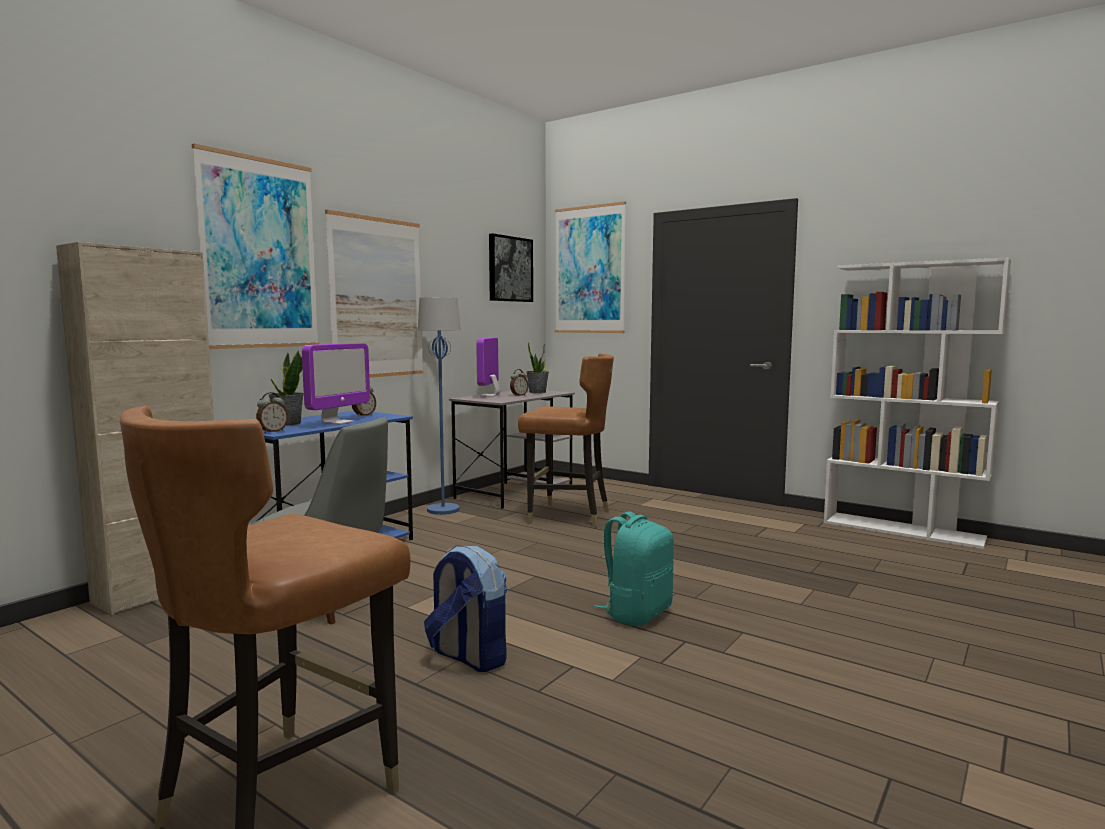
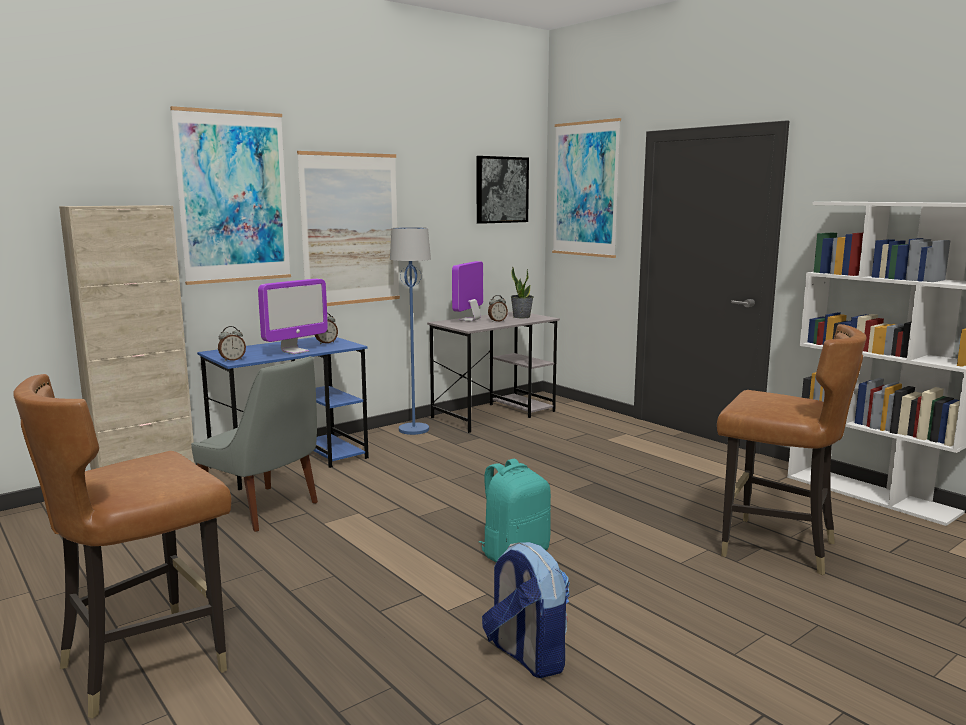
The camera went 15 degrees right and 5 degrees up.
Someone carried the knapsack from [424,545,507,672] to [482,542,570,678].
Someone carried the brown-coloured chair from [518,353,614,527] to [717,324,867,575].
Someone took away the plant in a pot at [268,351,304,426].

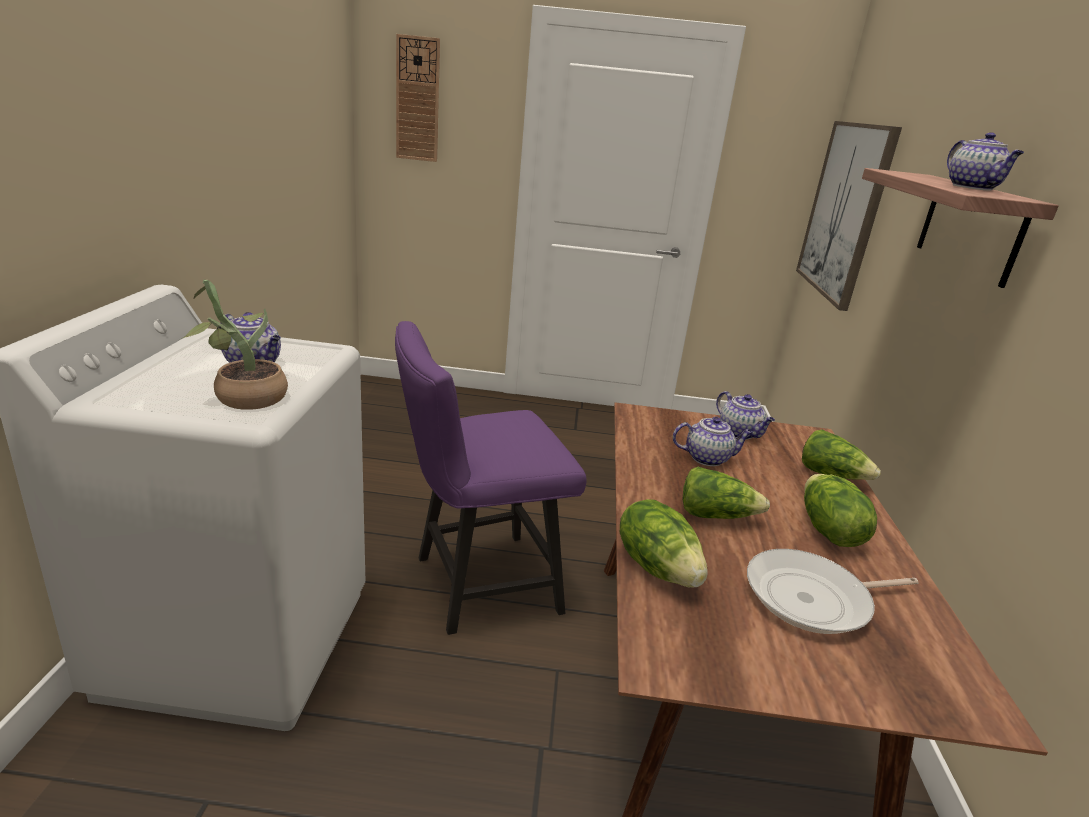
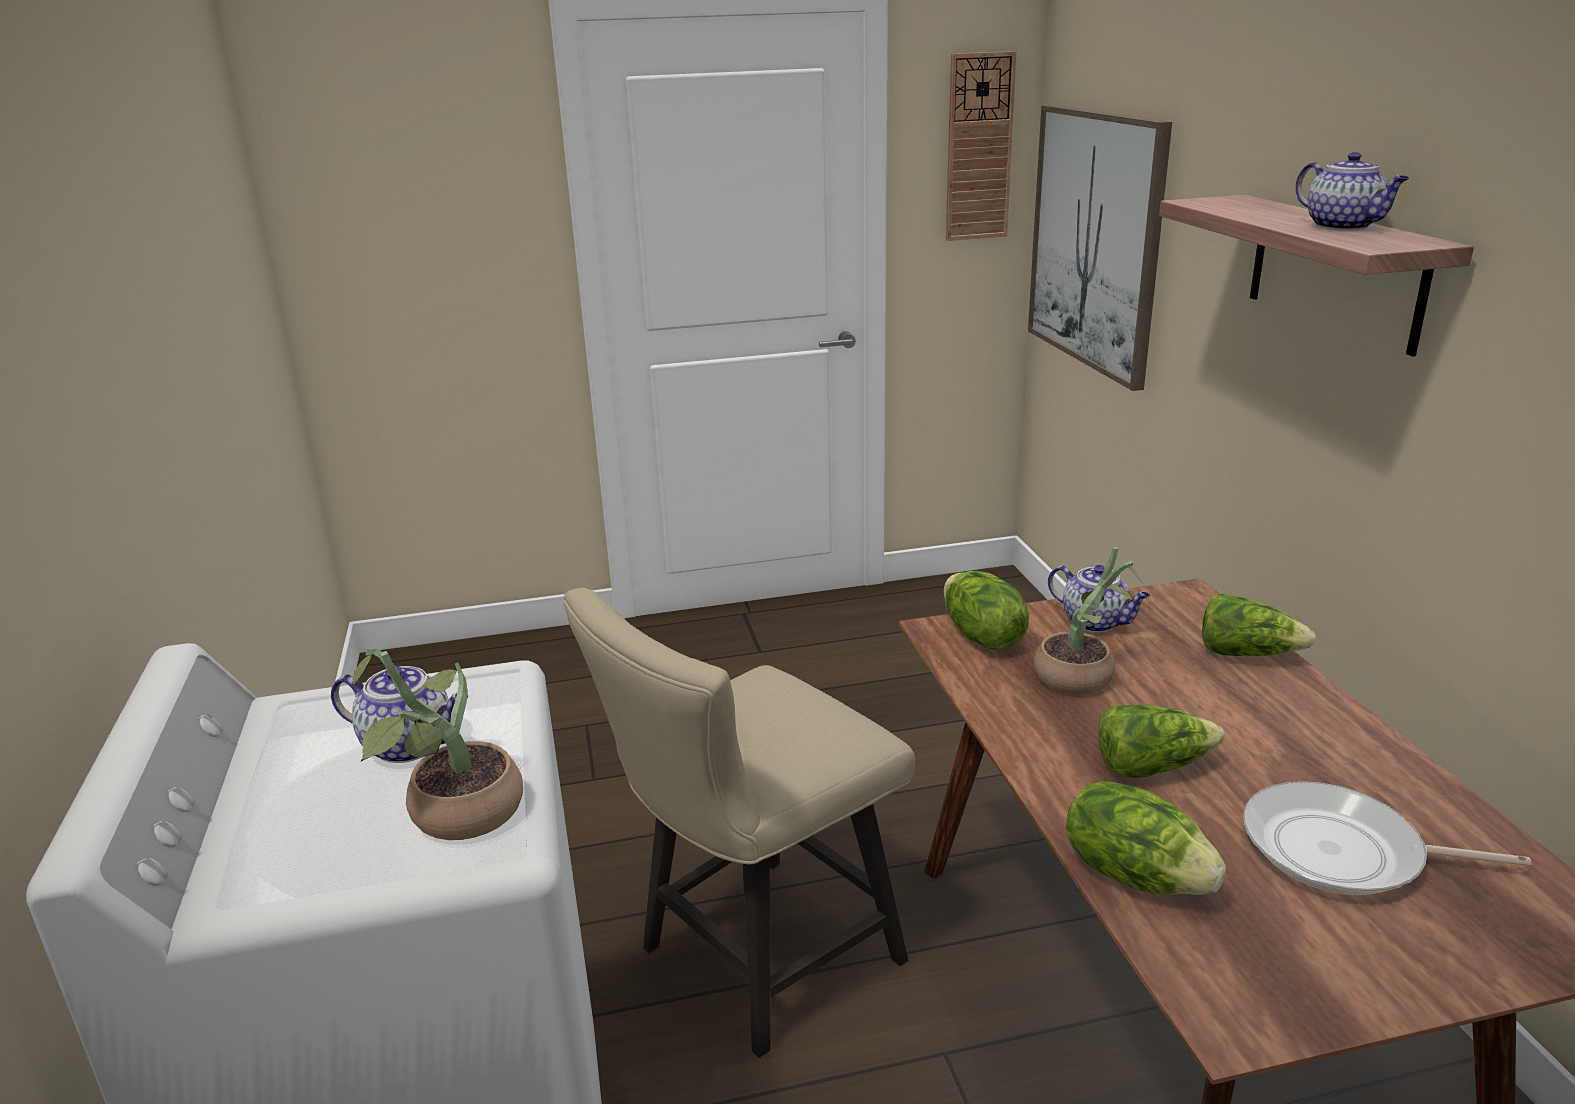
The camera went 15 degrees left and 0 degrees up.
Someone repainted the purple chair at [395,321,587,635], which became the beige-coloured chair at [563,588,915,1058].
Someone carried the head of lettuce from [804,474,877,547] to [944,571,1029,650].
Someone carried the wall clock from [396,34,440,162] to [946,51,1017,241].
Someone swapped the teapot at [673,417,753,466] for the plant in a pot at [1034,547,1144,695].
Someone rotated the frying pan at [747,549,919,634] by 45 degrees clockwise.

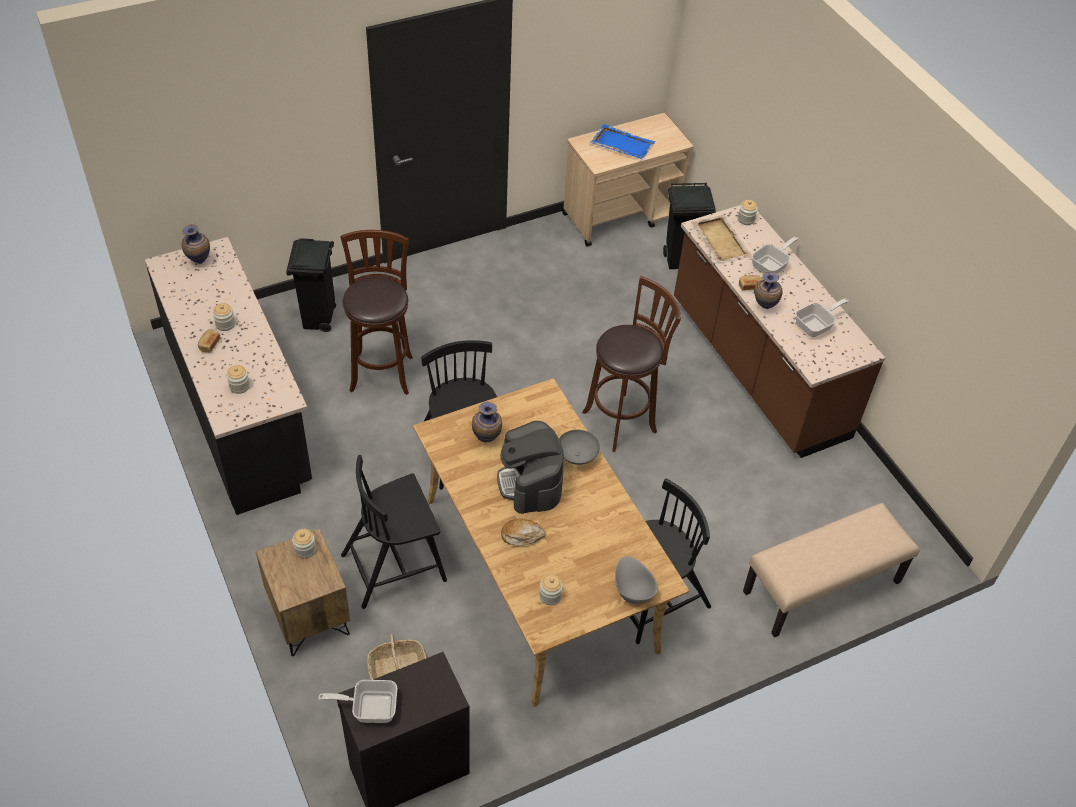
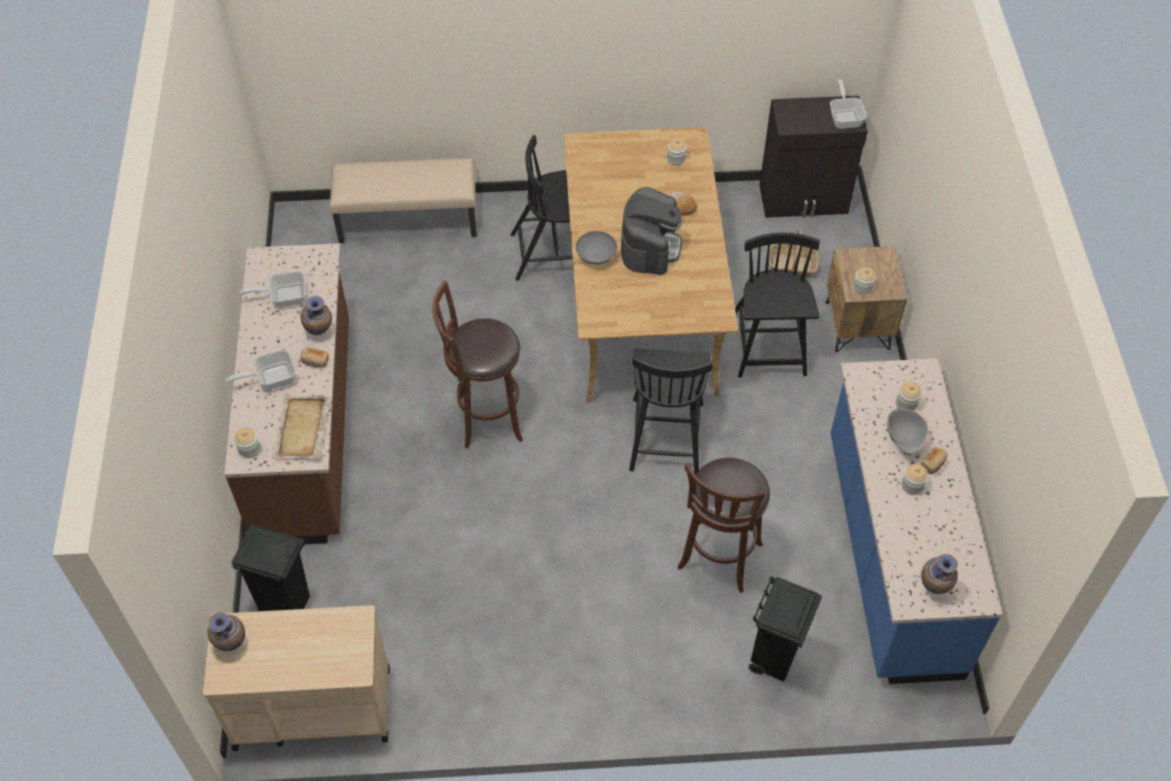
The camera went 155 degrees left and 5 degrees up.
Someone carried the flower vase from [472,401,502,443] to [207,612,245,651].
Someone rotated the blackish chair at [341,455,447,609] by 90 degrees counterclockwise.
Someone rotated the frying pan at [318,680,398,723] by 120 degrees counterclockwise.
Someone repainted the blackish kitchen base unit at [145,237,312,515], which became the blue kitchen base unit at [831,358,1003,684].
Someone carried the greyish serving bowl from [615,556,658,604] to [887,409,928,453].
Someone took away the blue tray at [590,124,655,159].

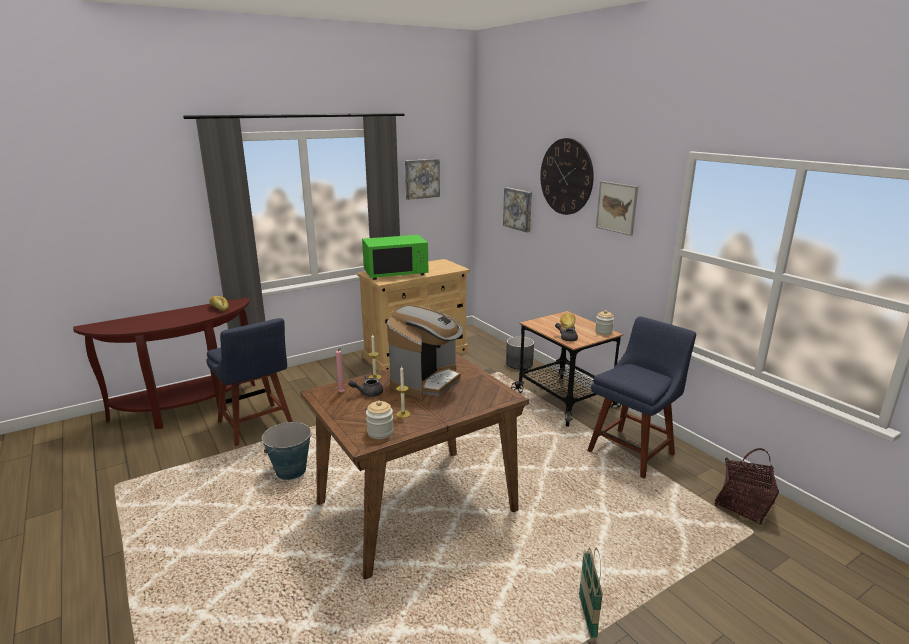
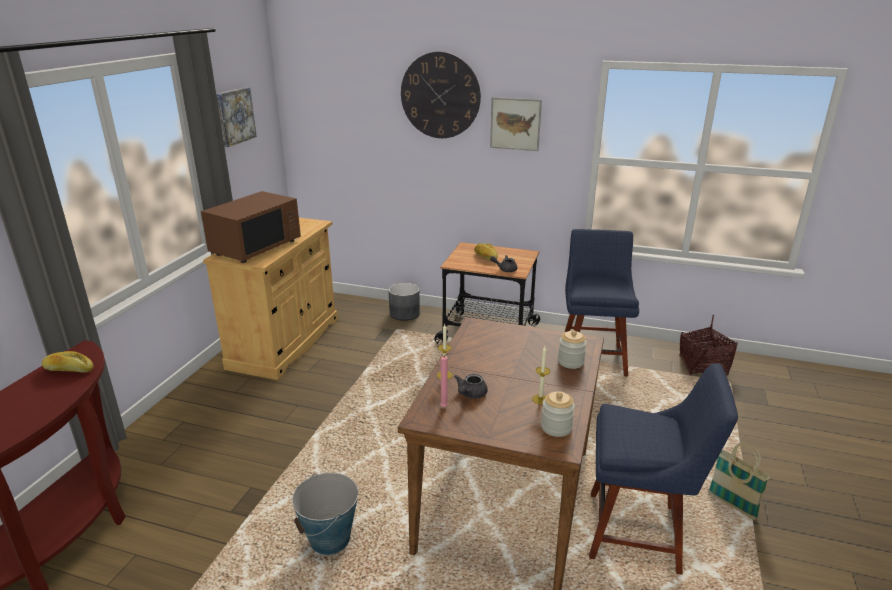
The camera went 40 degrees left and 5 degrees up.
Someone repainted the green-coloured microwave at [362,235,429,280], which became the brown-coloured microwave at [201,191,301,263].
Someone carried the preserve jar from [595,310,614,335] to [558,330,587,369].
Someone carried the blue chair from [206,318,293,446] to [589,363,738,575].
Someone took away the coffee brewer at [387,305,463,399].
Someone took away the wall art at [503,188,532,232].

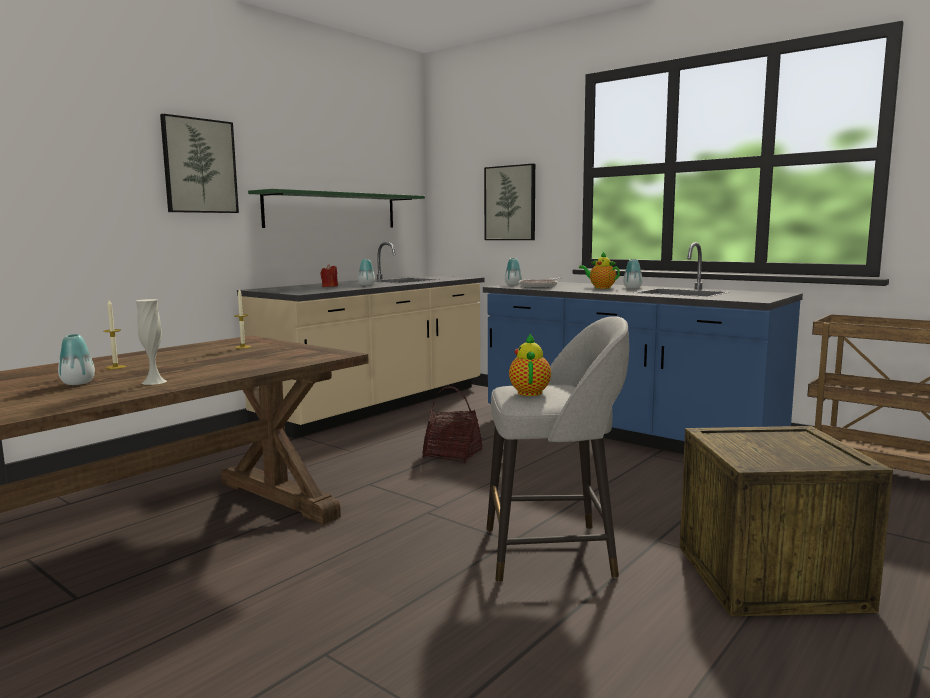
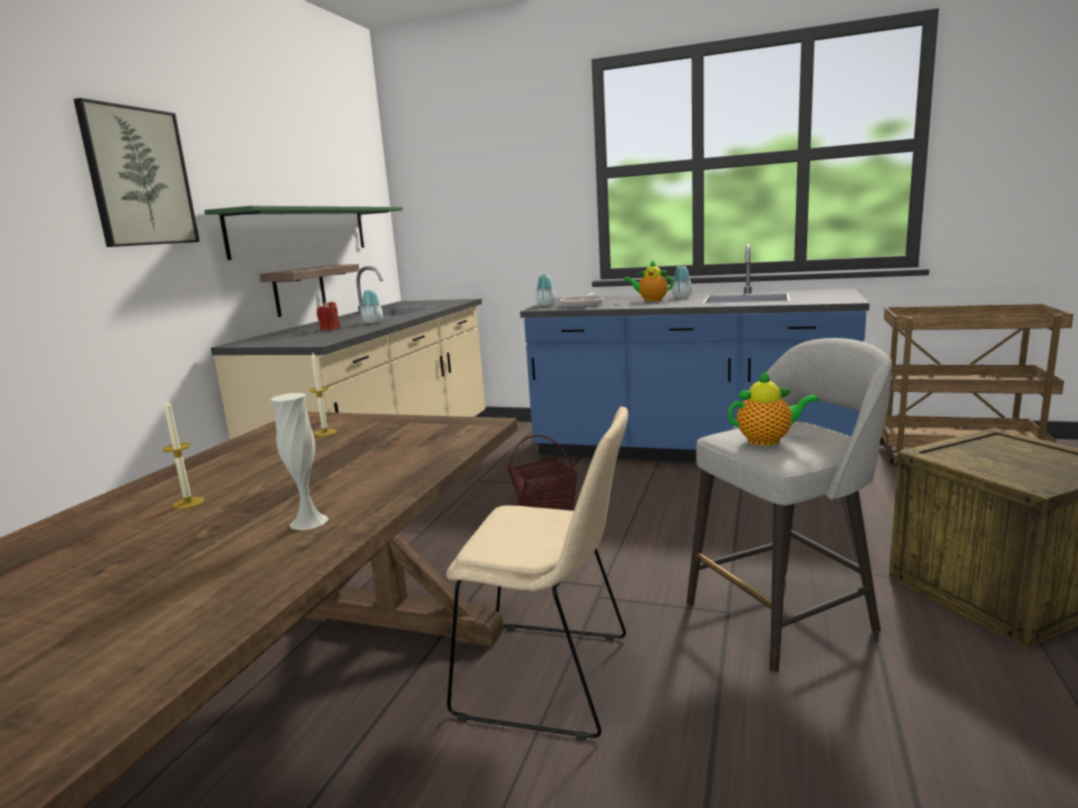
The camera went 20 degrees left and 5 degrees up.
Someone put up the shelf at [260,264,359,317].
Someone put down the beige-coloured chair at [446,407,628,741].
Someone rotated the teapot at [509,333,551,396] by 105 degrees clockwise.
Someone took away the flower vase at [58,334,95,385].
Someone took away the wall art at [484,164,535,240].

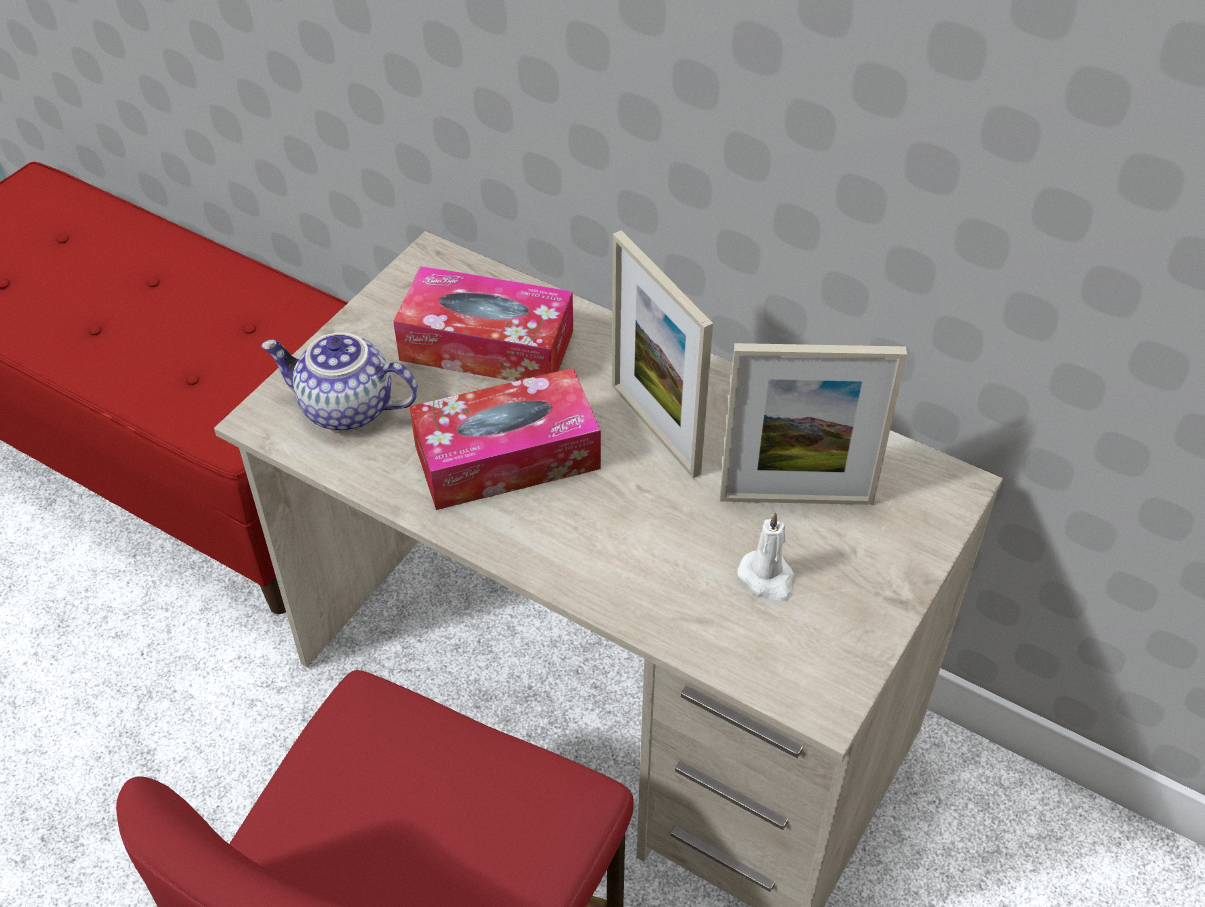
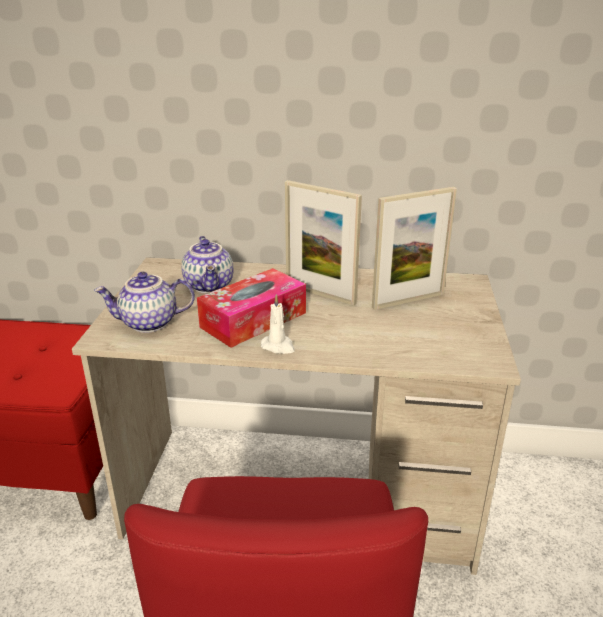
The camera went 25 degrees left and 20 degrees down.
Someone swapped the tissue box at [393,266,573,382] for the teapot at [181,236,233,293].
Someone carried the white-coloured wax candle from [737,512,794,602] to [261,294,295,354].

